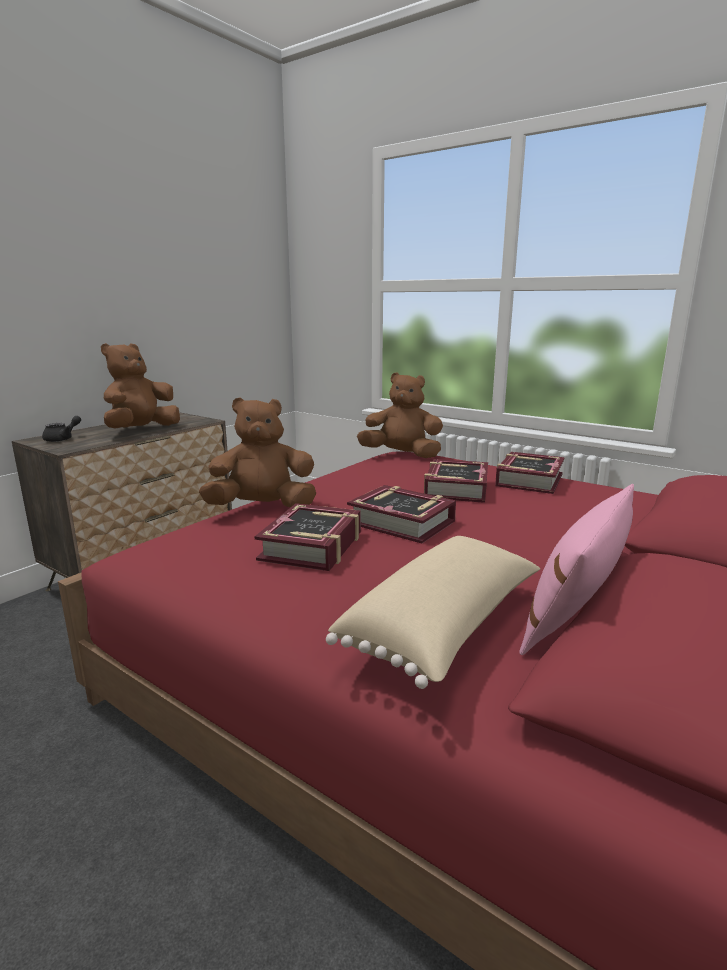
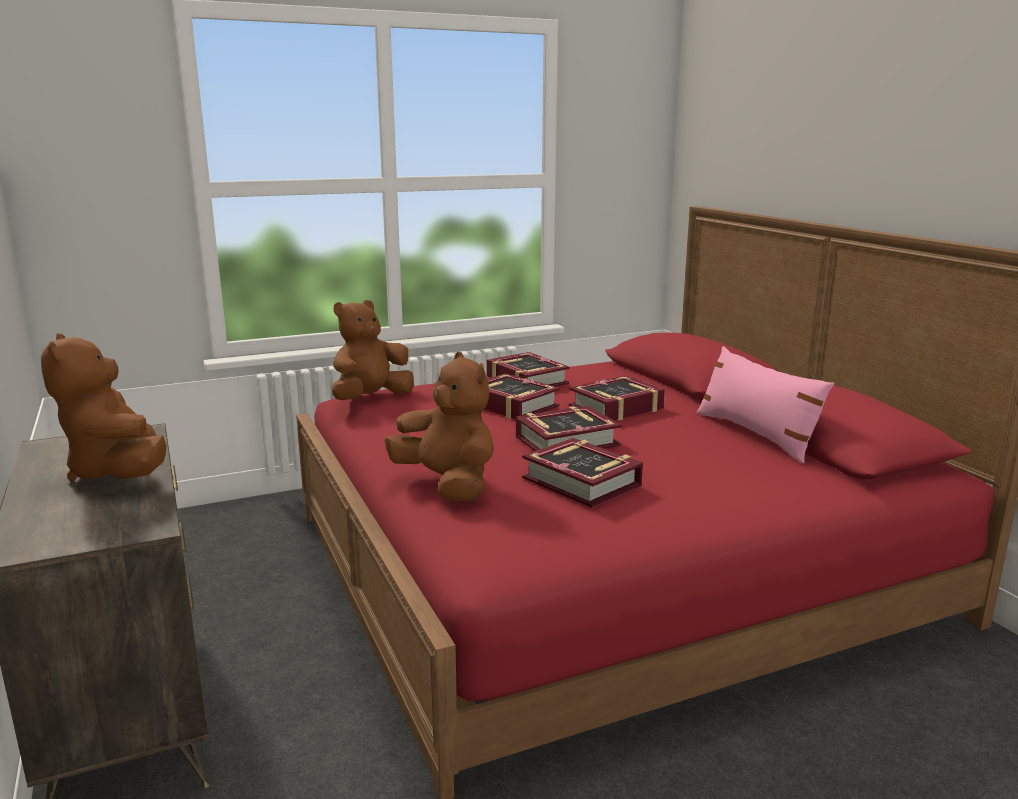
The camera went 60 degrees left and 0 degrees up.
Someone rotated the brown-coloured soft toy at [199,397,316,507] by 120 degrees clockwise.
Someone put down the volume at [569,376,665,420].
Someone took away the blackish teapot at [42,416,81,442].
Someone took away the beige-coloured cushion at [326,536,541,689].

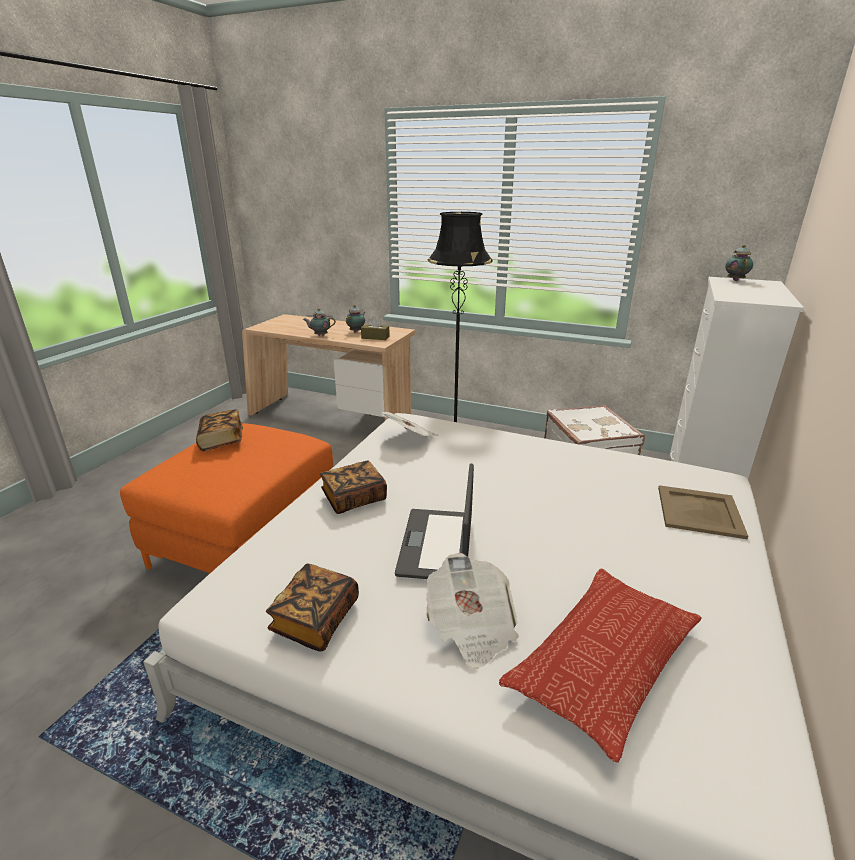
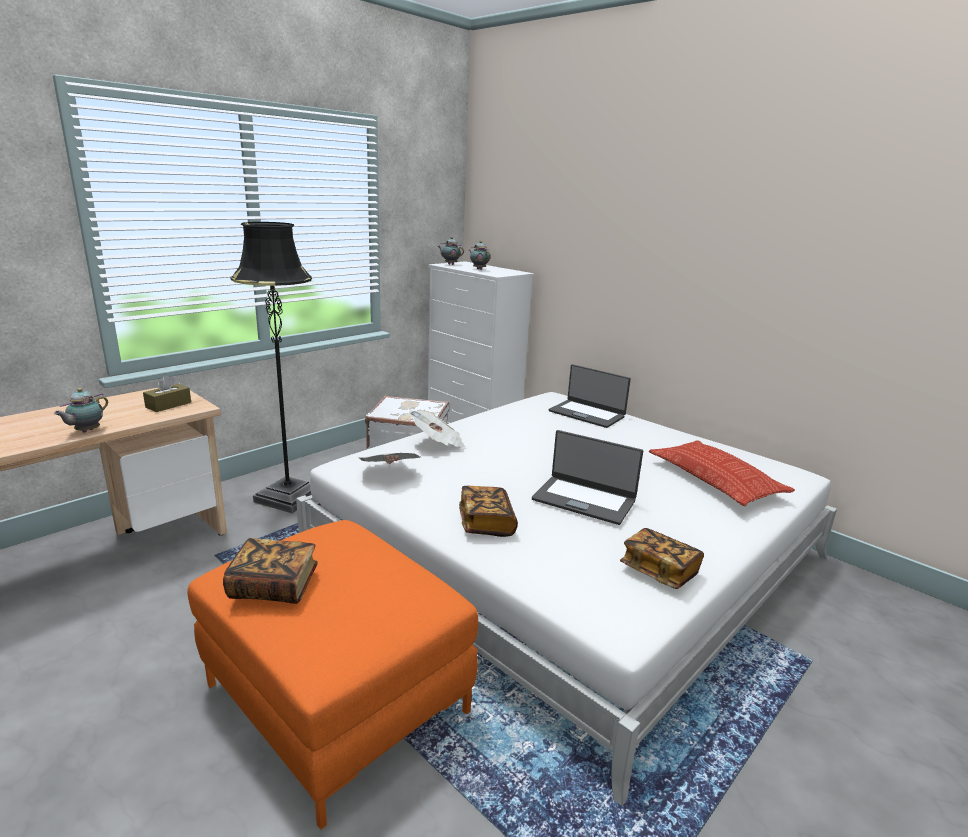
The camera went 70 degrees left and 5 degrees down.
Someone carried the daily paper from [426,553,519,669] to [409,411,467,449].
Someone carried the teapot from [346,305,366,332] to [469,241,491,270].
Someone swapped the beige-coloured tray at [658,485,748,539] for the portable computer at [549,364,631,428].

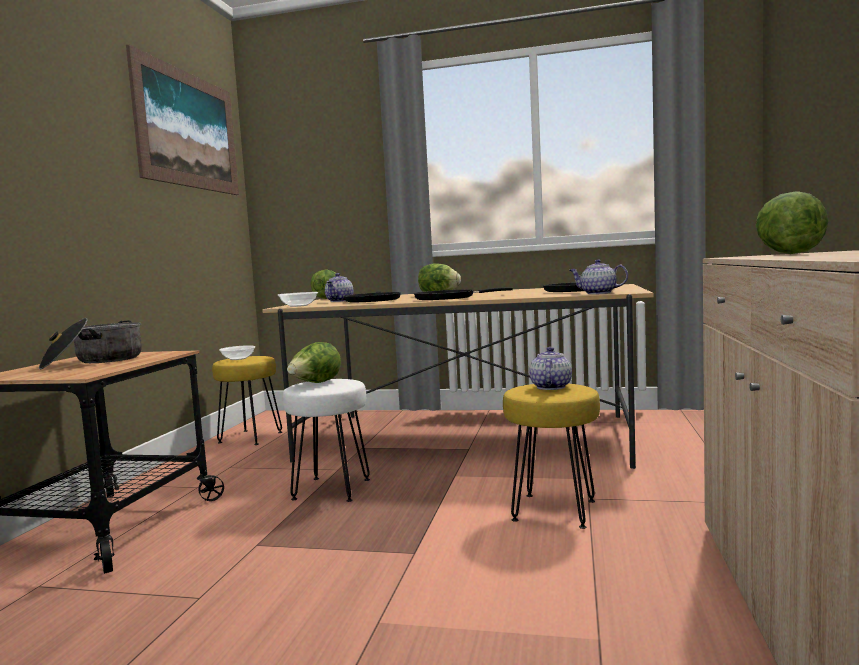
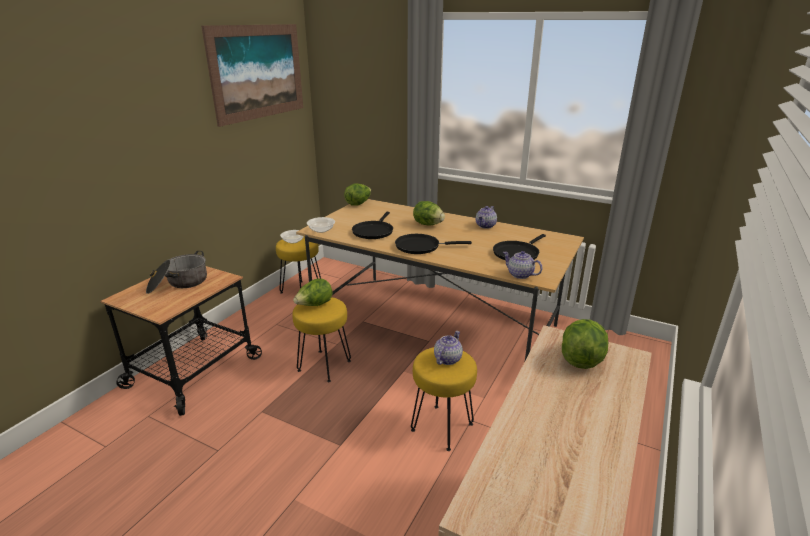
The camera went 15 degrees right and 20 degrees up.
Someone repainted the white-coloured stool at [283,379,370,502], which became the yellow stool at [292,297,351,382].
Someone carried the teapot from [325,273,354,302] to [476,206,497,229].

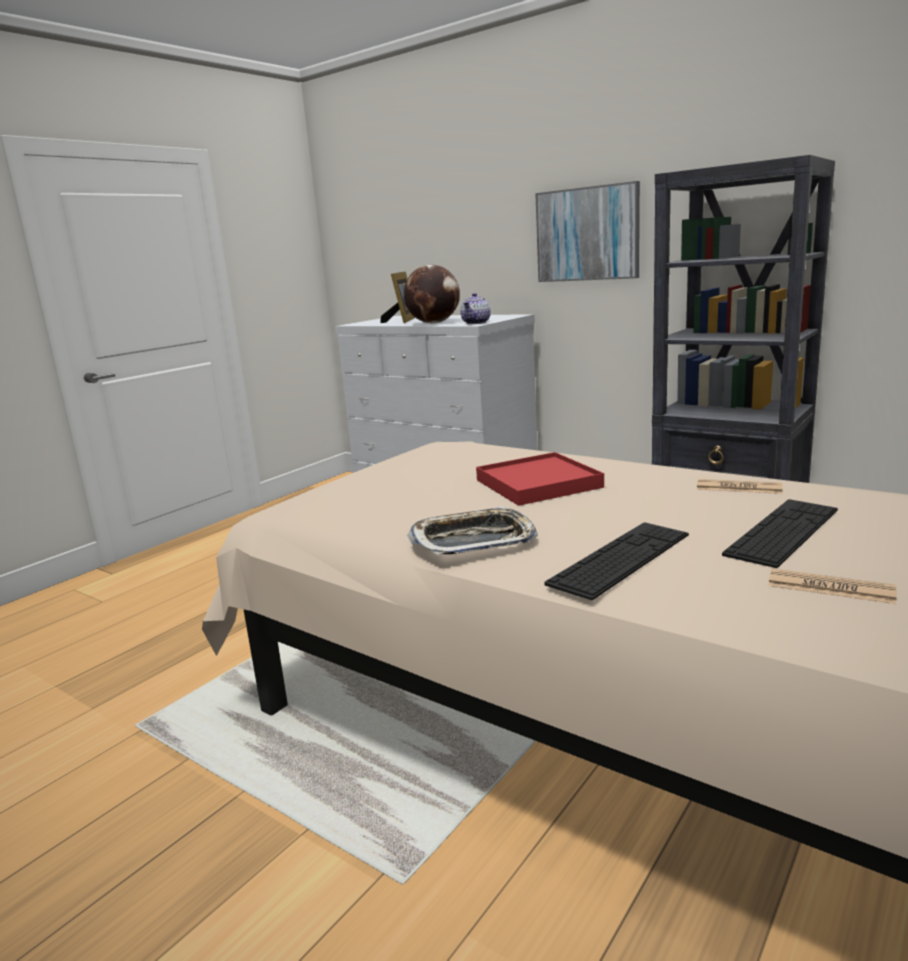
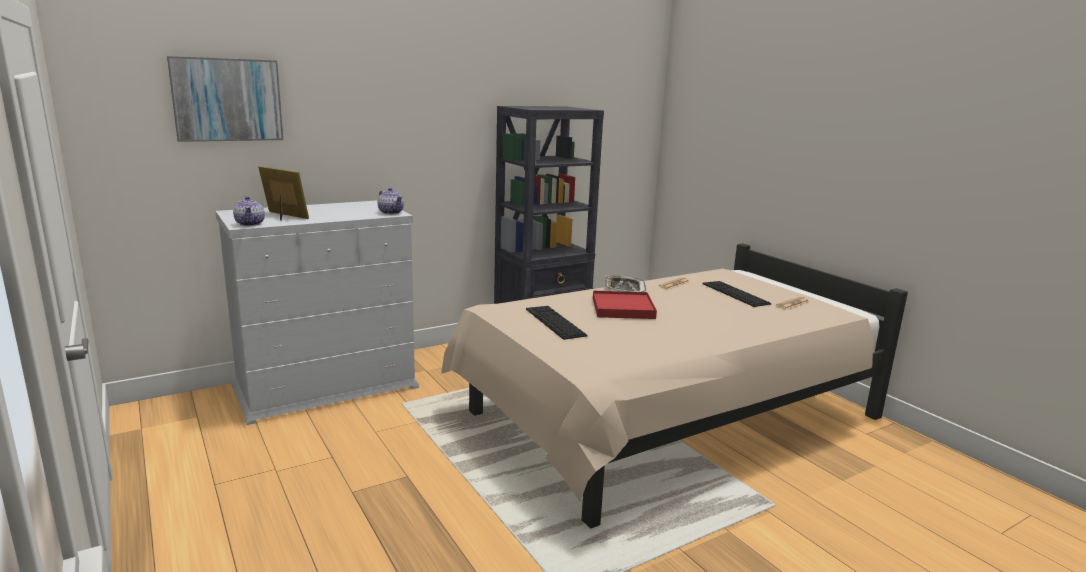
The camera went 70 degrees left and 0 degrees up.
Someone carried the wall art from [535,181,640,282] to [167,56,283,142].
Someone put down the teapot at [233,196,265,226].
Someone carried the computer keyboard from [545,522,689,600] to [526,306,588,340].
Someone carried the tray from [407,506,538,556] to [605,275,646,292].
Someone took away the desk globe at [404,265,460,323].

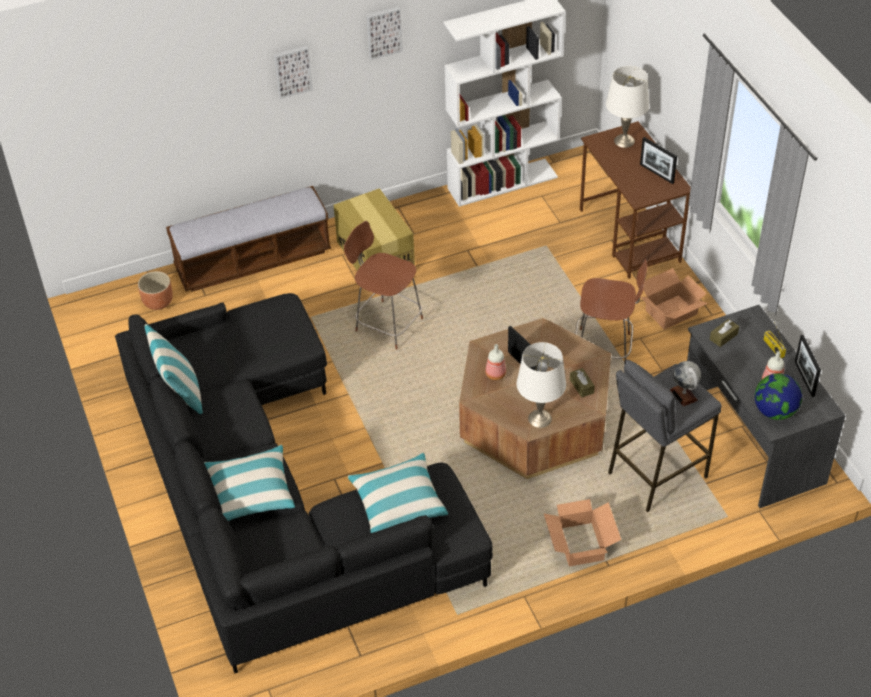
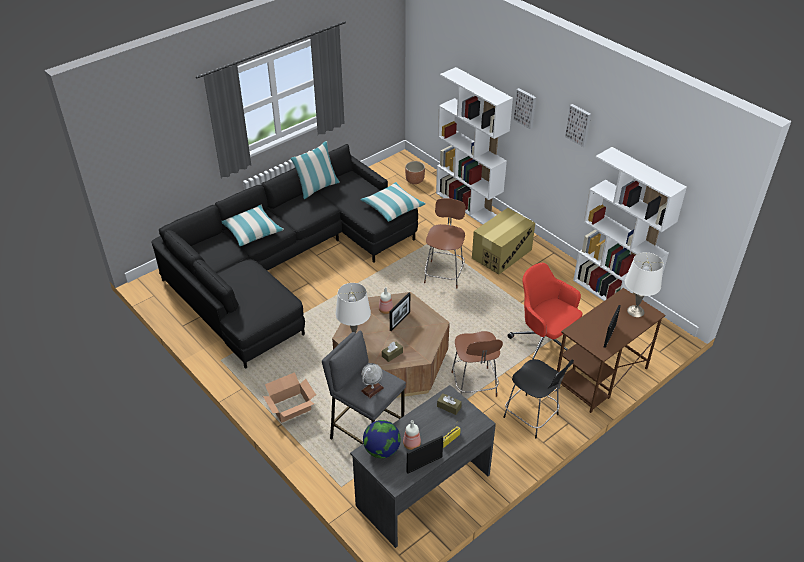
The camera went 70 degrees right and 5 degrees down.
Someone carried the cushion from [348,452,448,533] to [360,182,426,222].
Someone swapped the bench at [166,186,331,292] for the white-coloured bookshelf at [436,67,513,225].
Someone swapped the carton at [641,268,708,330] for the blackish chair at [503,359,574,438].
Someone put down the red office chair at [507,263,583,359].

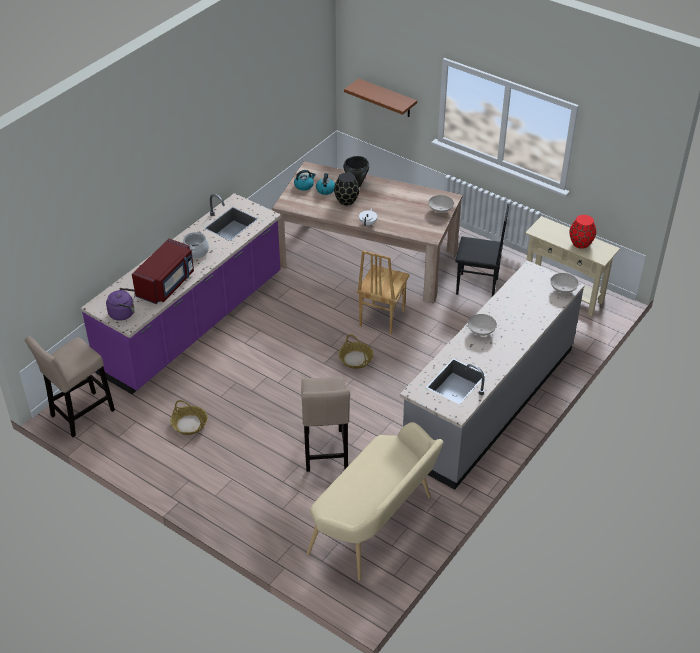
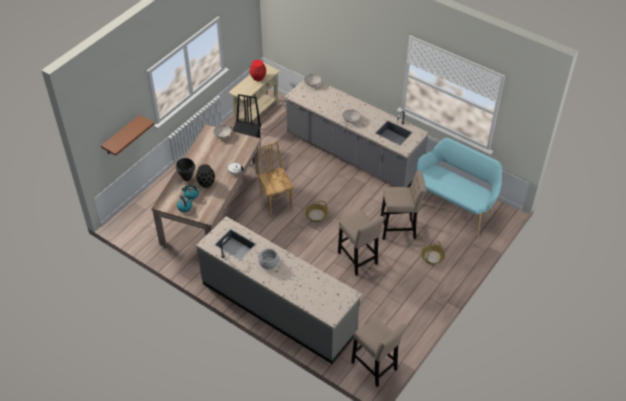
The camera went 90 degrees left and 5 degrees up.
Someone repainted the purple kitchen base unit at [80,193,281,394], which became the greyish kitchen base unit at [196,216,362,364].
Someone rotated the brown-coloured chair at [357,251,410,335] by 135 degrees counterclockwise.
Someone put down the beige-coloured stool at [338,210,385,276].
Someone repainted the beige-coloured bench at [307,422,443,581], which became the blue-green bench at [416,138,502,237].
Someone carried the basket from [170,400,208,435] to [421,241,445,265].
Someone took away the purple water kettle at [106,288,135,321].
Someone took away the red microwave at [132,238,194,304].

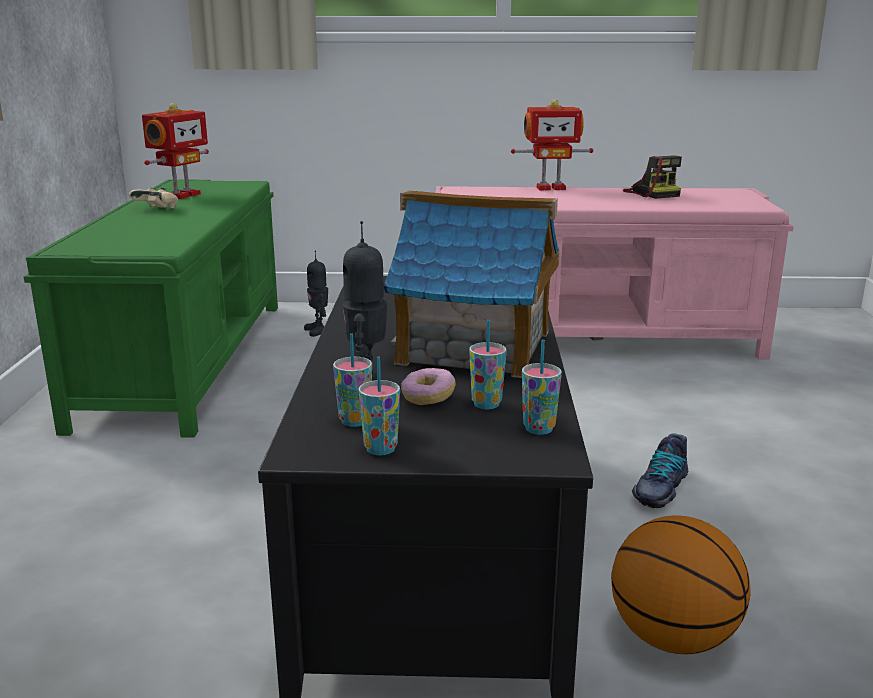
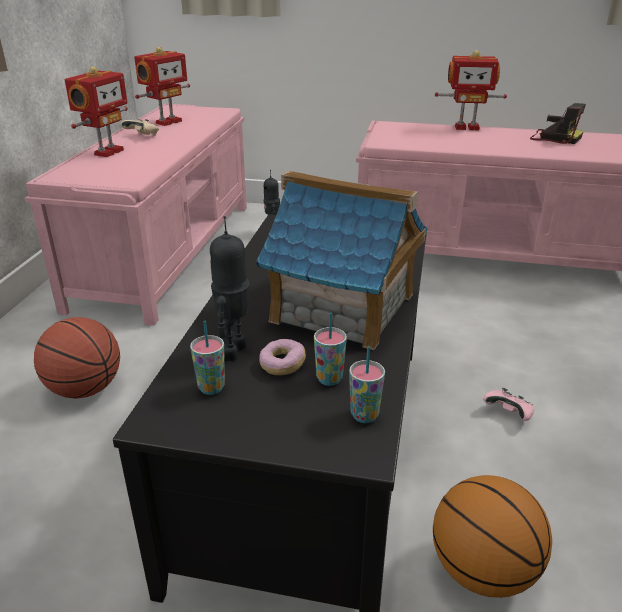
The camera went 10 degrees right and 10 degrees up.
Someone repainted the green-coloured bench at [24,179,278,438], which became the pink-coloured bench at [25,104,247,326].
Someone put down the basketball at [34,317,120,399].
Someone put down the model robot at [65,66,128,157].
Someone swapped the shoe at [632,433,688,508] for the pink-coloured game controller at [483,388,534,421].
Someone rotated the photo camera at [623,155,682,199] by 45 degrees counterclockwise.
Someone took away the small cup at [358,356,400,456].

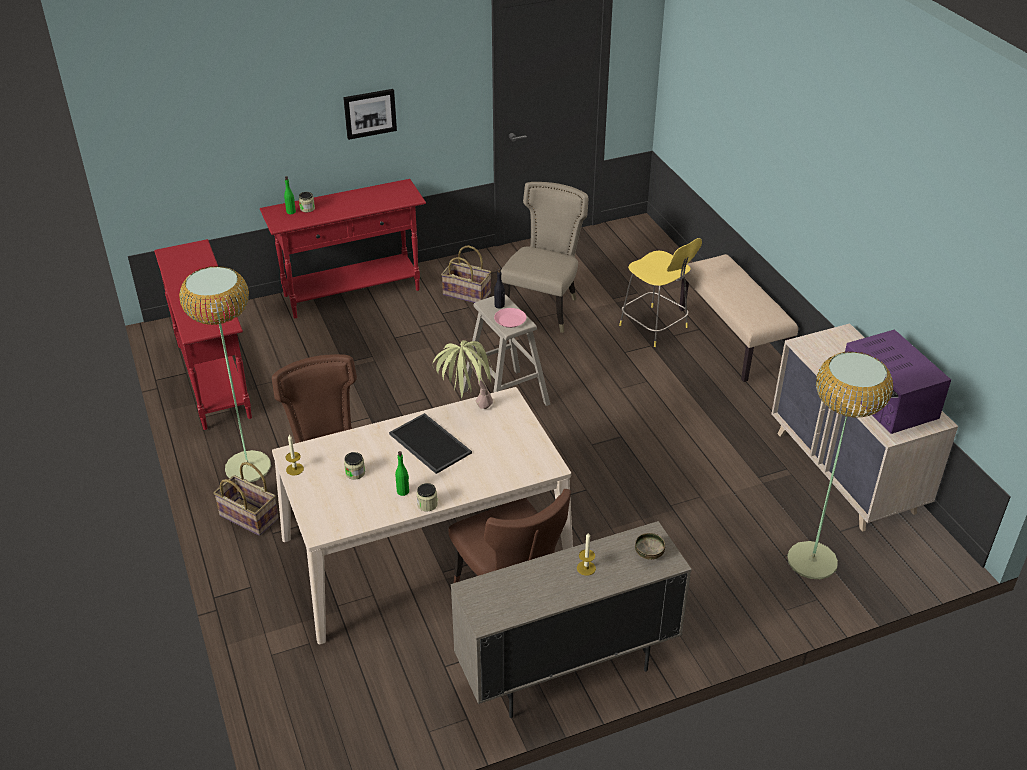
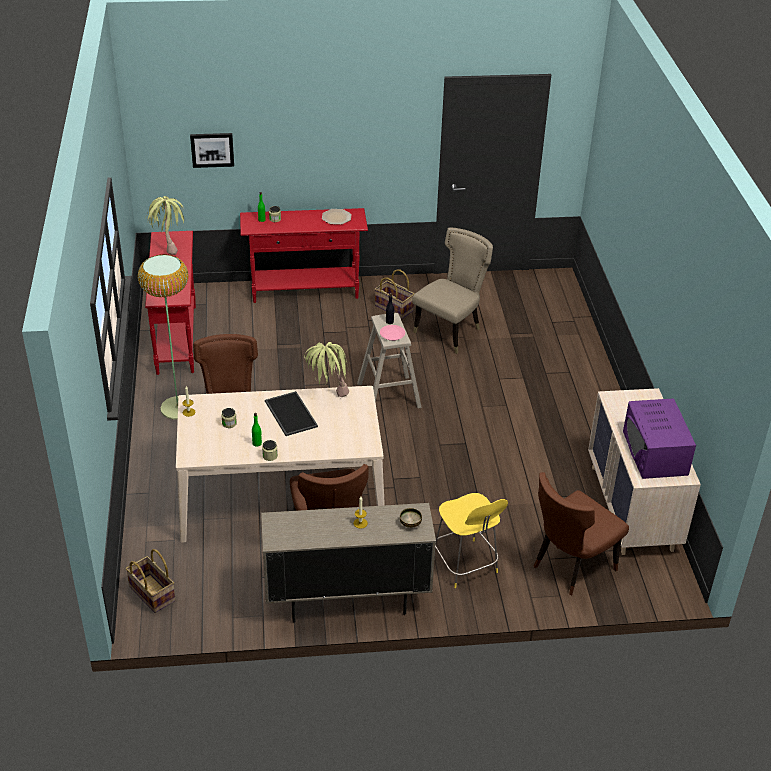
The camera went 15 degrees right and 0 degrees up.
Someone carried the basket from [213,462,279,536] to [126,549,176,613].
Someone put down the plant in a pot at [146,196,184,255].
Someone carried the wall art from [343,89,397,140] to [190,133,234,168].
Someone put down the plate at [322,209,351,225].
Someone carried the yellow stool from [619,238,702,347] to [435,493,508,588].
Someone swapped the floor lamp at [787,352,893,579] for the brown-coloured chair at [534,472,629,595].
Someone took away the beige-coloured bench at [679,254,798,382].

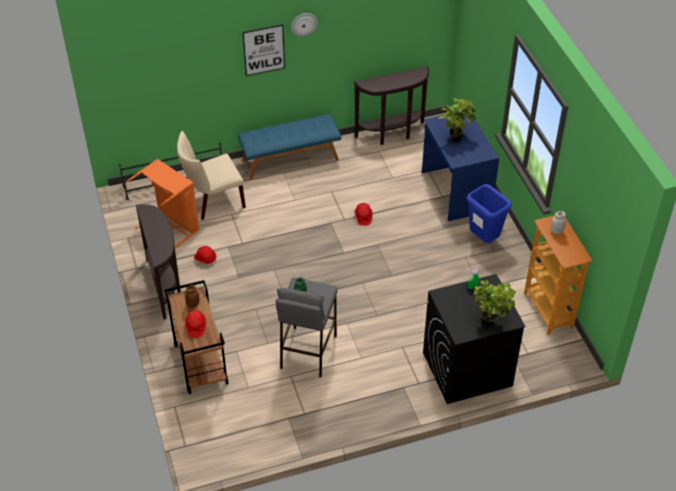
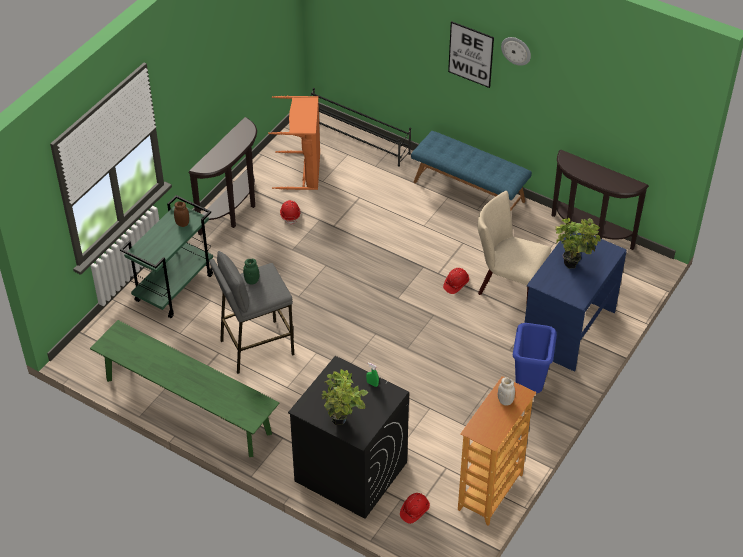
The camera went 50 degrees right and 0 degrees up.
Someone put down the green-coloured bench at [90,320,280,457].
Someone repainted the brown-coloured cart at [164,280,229,394], which became the green-coloured cart at [120,195,213,318].
Someone carried the red safety helmet from [185,310,206,338] to [400,493,430,524].
Someone carried the beige-coloured chair from [177,131,246,220] to [478,191,551,306].

